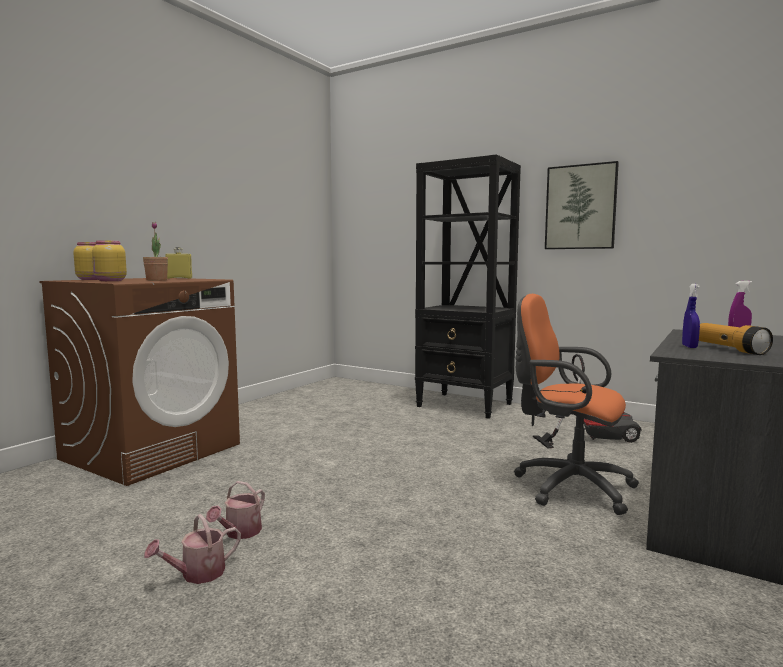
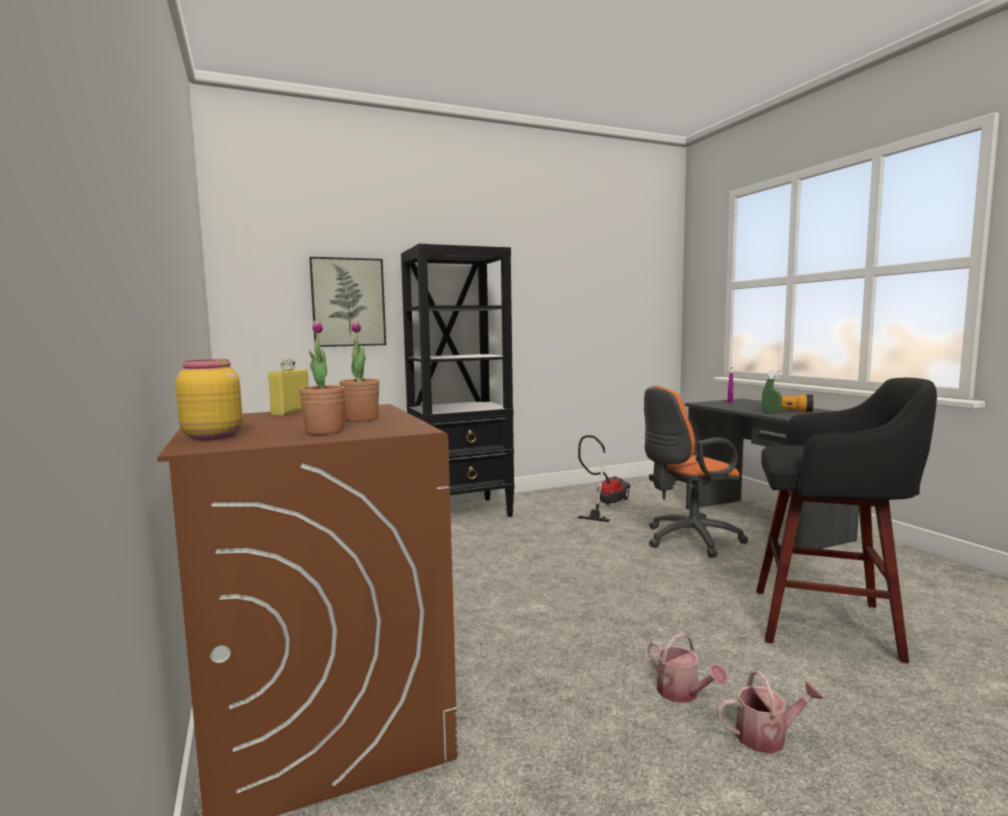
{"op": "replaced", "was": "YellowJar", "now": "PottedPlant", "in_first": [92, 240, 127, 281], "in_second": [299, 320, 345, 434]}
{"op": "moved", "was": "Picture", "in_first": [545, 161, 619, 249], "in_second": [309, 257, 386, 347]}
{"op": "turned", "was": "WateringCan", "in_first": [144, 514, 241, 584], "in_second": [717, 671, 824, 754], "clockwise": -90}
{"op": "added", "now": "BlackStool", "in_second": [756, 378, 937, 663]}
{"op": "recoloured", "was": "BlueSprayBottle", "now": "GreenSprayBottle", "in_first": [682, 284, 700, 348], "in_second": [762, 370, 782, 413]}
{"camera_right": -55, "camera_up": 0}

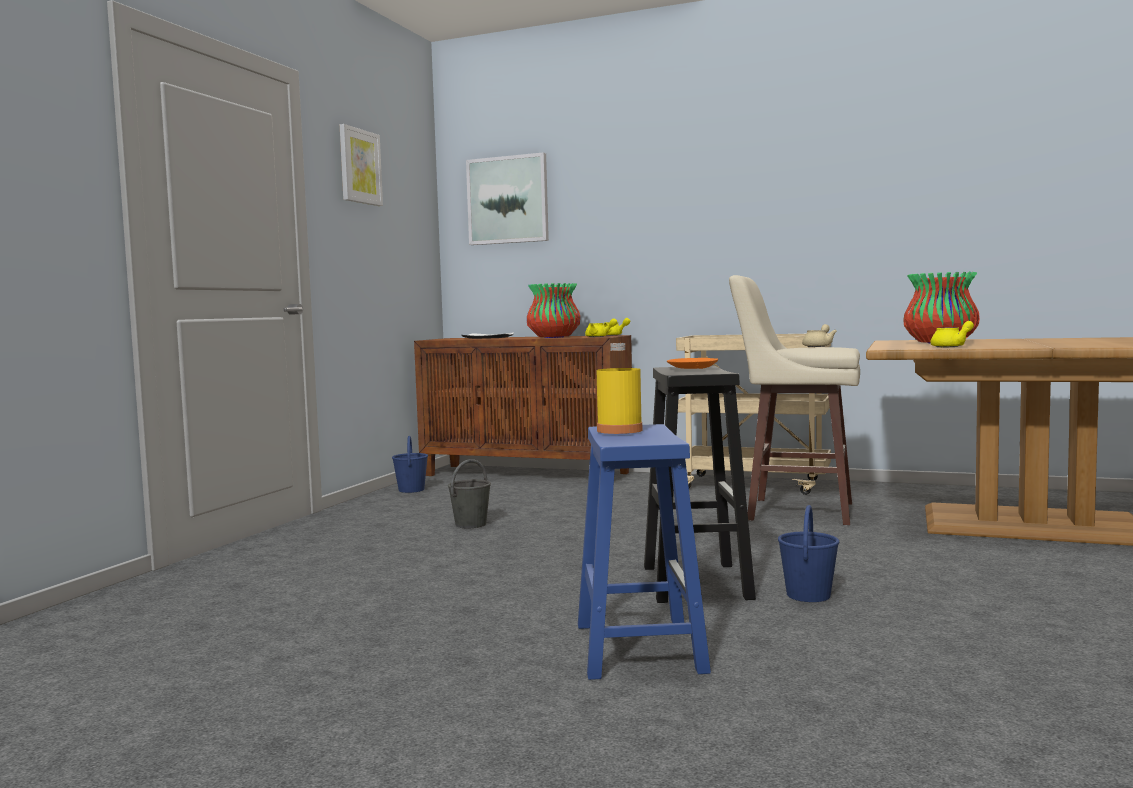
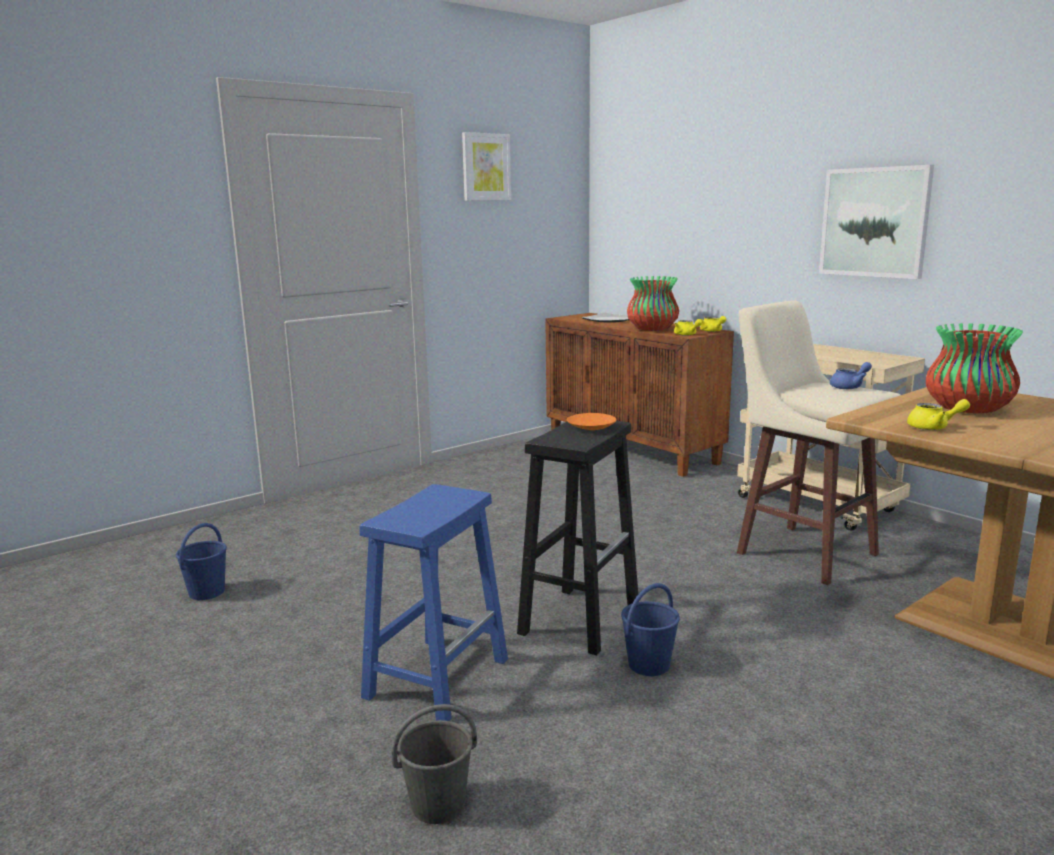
{"op": "moved", "was": "BlueBucket", "in_first": [392, 436, 428, 493], "in_second": [176, 523, 227, 600]}
{"op": "moved", "was": "GreyBucket", "in_first": [448, 459, 491, 528], "in_second": [391, 704, 477, 824]}
{"op": "moved", "was": "Picture", "in_first": [466, 152, 549, 245], "in_second": [819, 165, 934, 279]}
{"op": "recoloured", "was": "BeigeTeapot", "now": "BlueTeapot", "in_first": [802, 324, 837, 347], "in_second": [830, 362, 872, 389]}
{"op": "removed", "was": "YellowBottle", "in_first": [596, 343, 643, 434]}
{"camera_right": 30, "camera_up": 10}

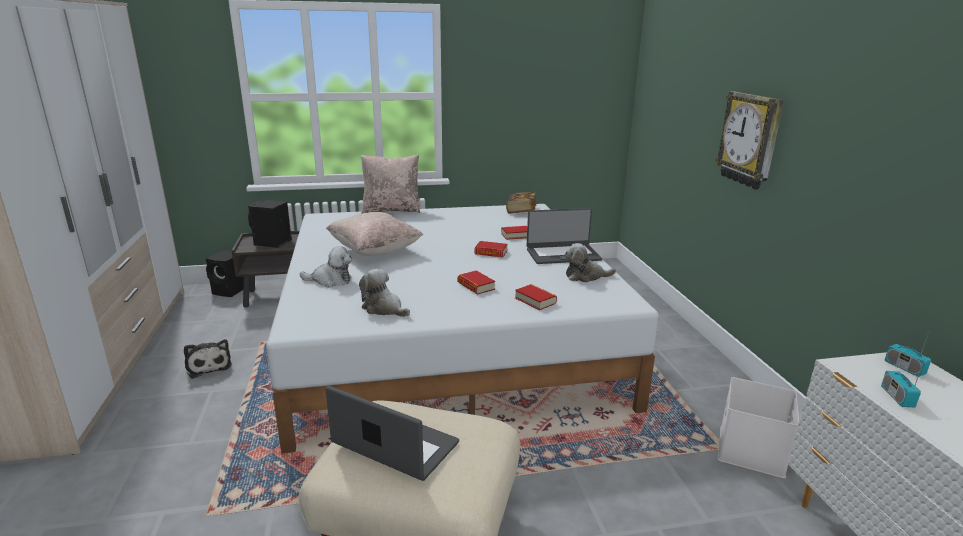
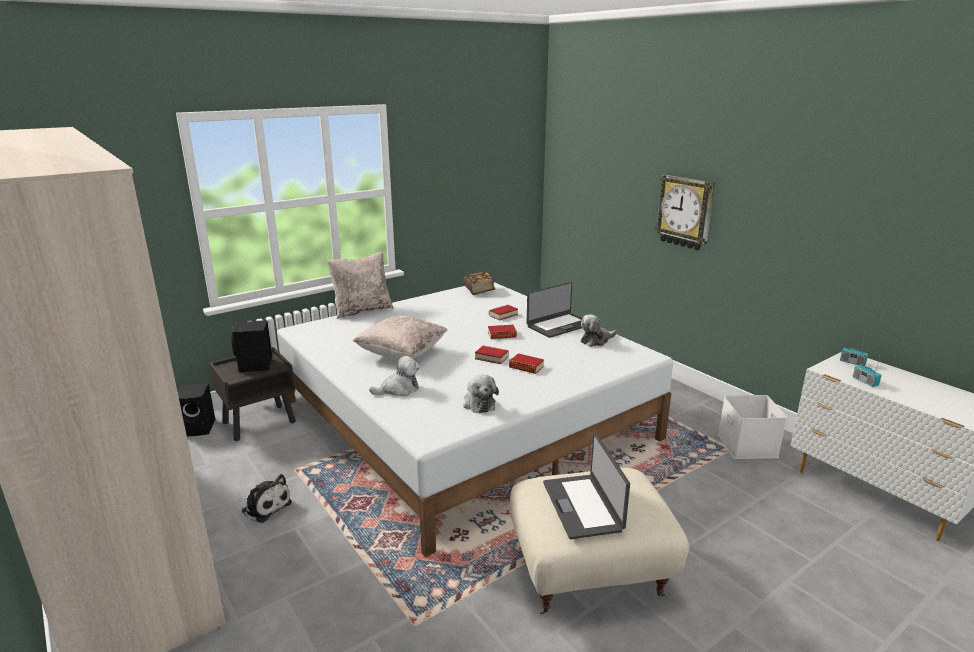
{"op": "turned", "was": "PlushToy", "in_first": [359, 269, 410, 317], "in_second": [463, 375, 499, 413], "clockwise": -120}
{"op": "moved", "was": "Book", "in_first": [515, 284, 557, 310], "in_second": [475, 346, 509, 364]}
{"op": "turned", "was": "Laptop", "in_first": [326, 386, 459, 481], "in_second": [543, 433, 630, 539], "clockwise": -105}
{"camera_right": -25, "camera_up": 0}

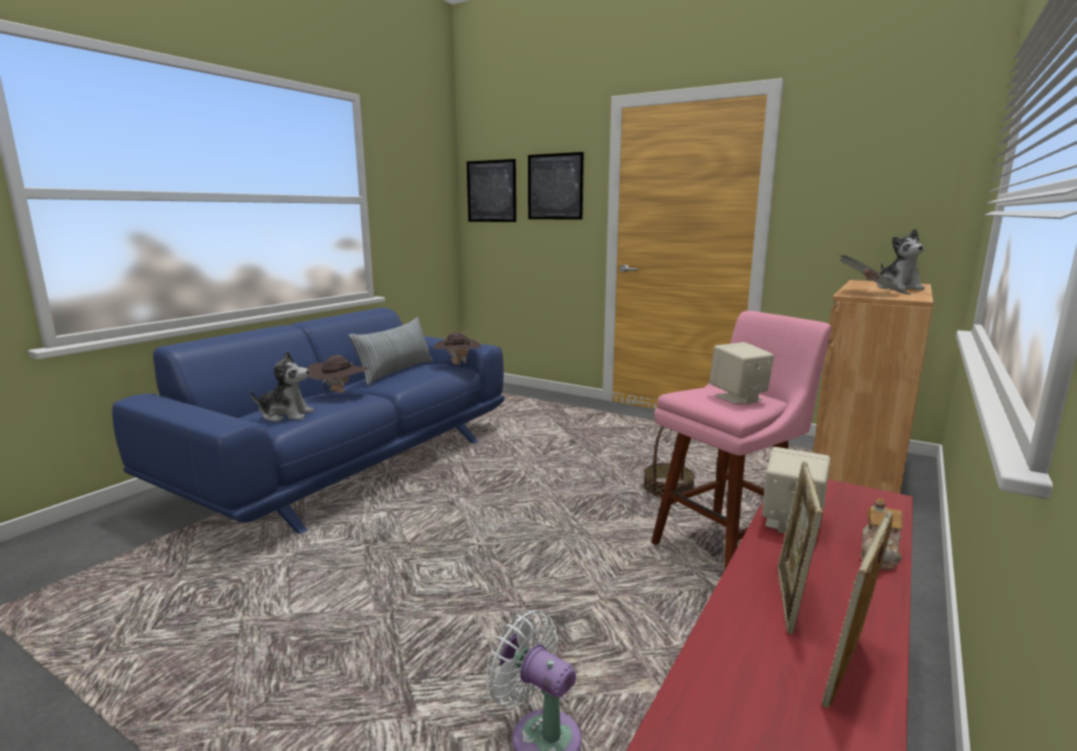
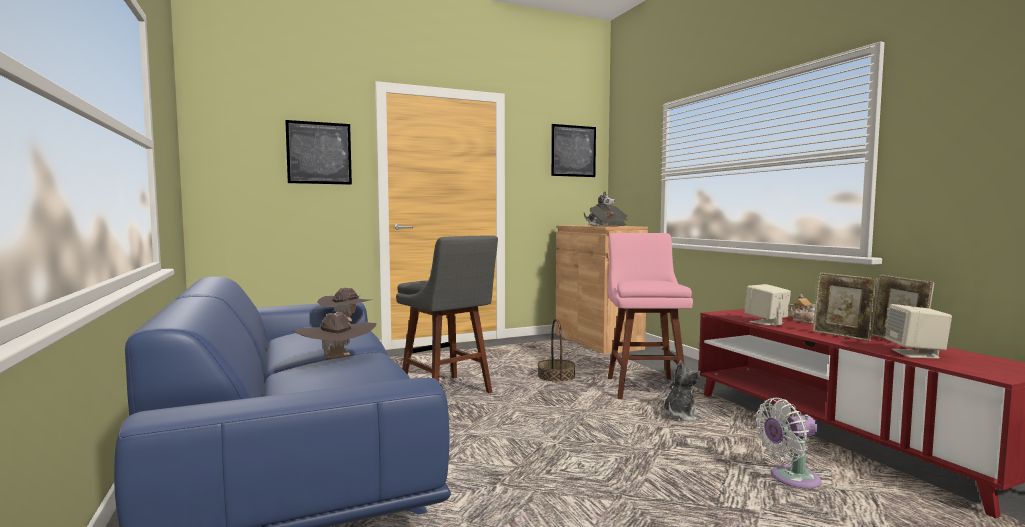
{"op": "added", "now": "GreyStool", "in_second": [396, 235, 498, 393]}
{"op": "moved", "was": "Picture", "in_first": [467, 159, 516, 222], "in_second": [551, 124, 596, 177]}
{"op": "moved", "was": "PlushToy", "in_first": [250, 351, 314, 422], "in_second": [662, 361, 701, 421]}
{"op": "moved", "was": "BeigeSpeaker", "in_first": [709, 342, 774, 404], "in_second": [885, 304, 952, 359]}
{"op": "removed", "was": "Pillow", "in_first": [349, 317, 433, 386]}
{"camera_right": -55, "camera_up": -10}

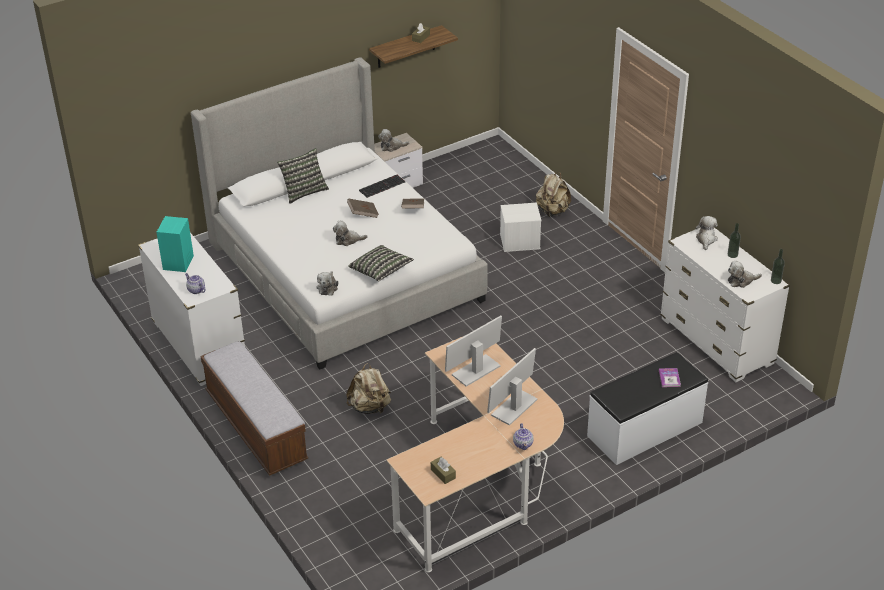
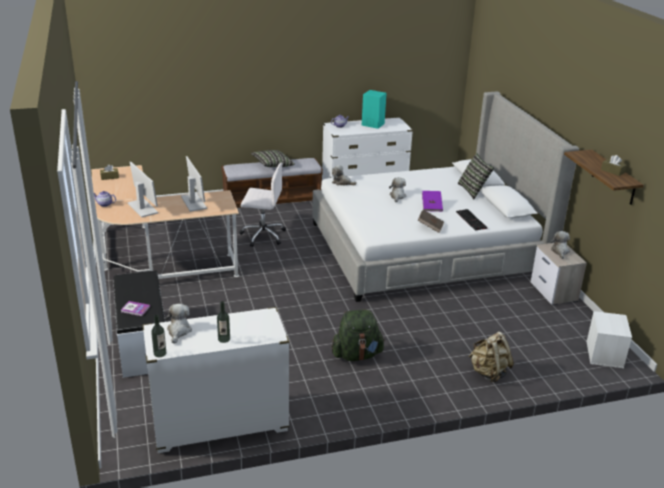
{"op": "replaced", "was": "BeigeBackpack", "now": "WhiteOfficeChair", "in_first": [346, 363, 391, 414], "in_second": [240, 163, 286, 247]}
{"op": "moved", "was": "Pillow", "in_first": [348, 245, 414, 281], "in_second": [251, 150, 295, 167]}
{"op": "added", "now": "GreenBackpack", "in_second": [331, 309, 385, 361]}
{"op": "recoloured", "was": "BrownBook", "now": "PurpleBook", "in_first": [347, 198, 379, 218], "in_second": [422, 191, 443, 212]}
{"op": "moved", "was": "WhiteStorageBox", "in_first": [500, 203, 542, 252], "in_second": [586, 311, 632, 368]}
{"op": "removed", "was": "PlushToy", "in_first": [695, 216, 718, 250]}
{"camera_right": 105, "camera_up": -10}

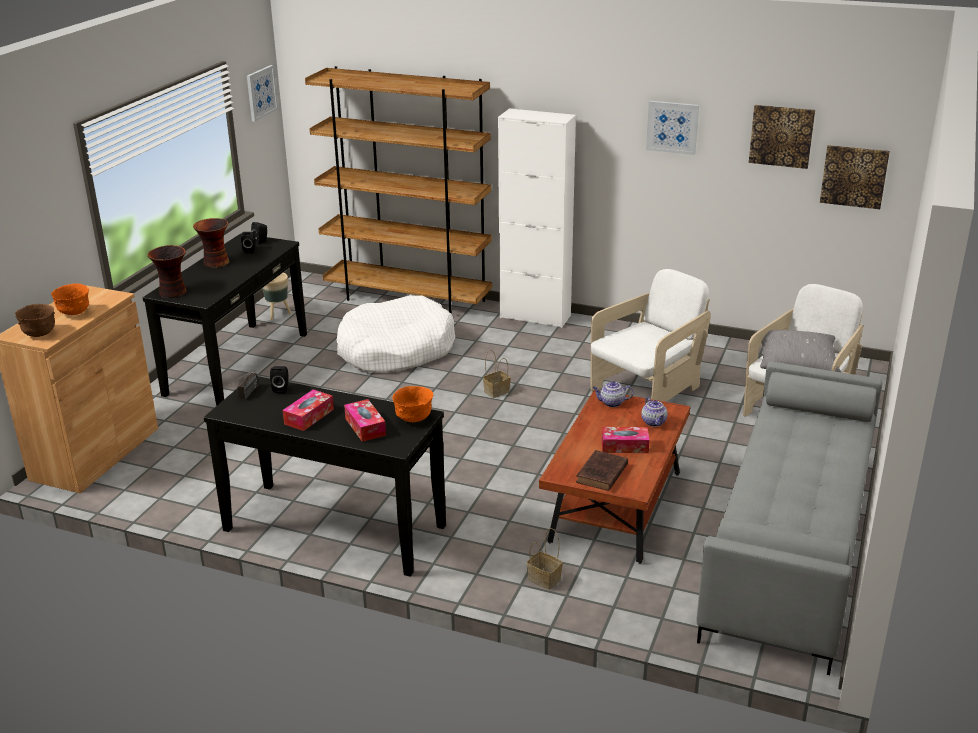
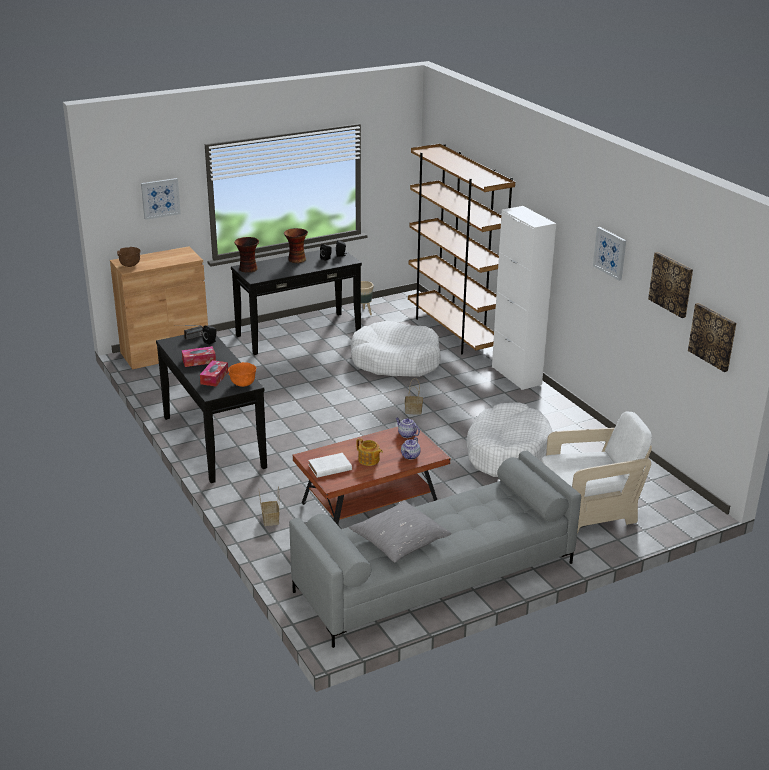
{"op": "moved", "was": "Picture", "in_first": [247, 65, 278, 122], "in_second": [141, 178, 181, 220]}
{"op": "recoloured", "was": "BrownBook", "now": "WhiteBook", "in_first": [576, 450, 628, 491], "in_second": [308, 453, 352, 478]}
{"op": "moved", "was": "GreyPillow", "in_first": [758, 330, 841, 372], "in_second": [349, 500, 452, 563]}
{"op": "replaced", "was": "TissueBox", "now": "Teapot", "in_first": [601, 427, 650, 453], "in_second": [356, 438, 383, 466]}
{"op": "replaced", "was": "WhiteArmchair", "now": "WhiteDogBed", "in_first": [591, 269, 711, 402], "in_second": [466, 403, 553, 477]}
{"op": "removed", "was": "OrangeBowl", "in_first": [51, 283, 89, 315]}
{"camera_right": 40, "camera_up": 0}

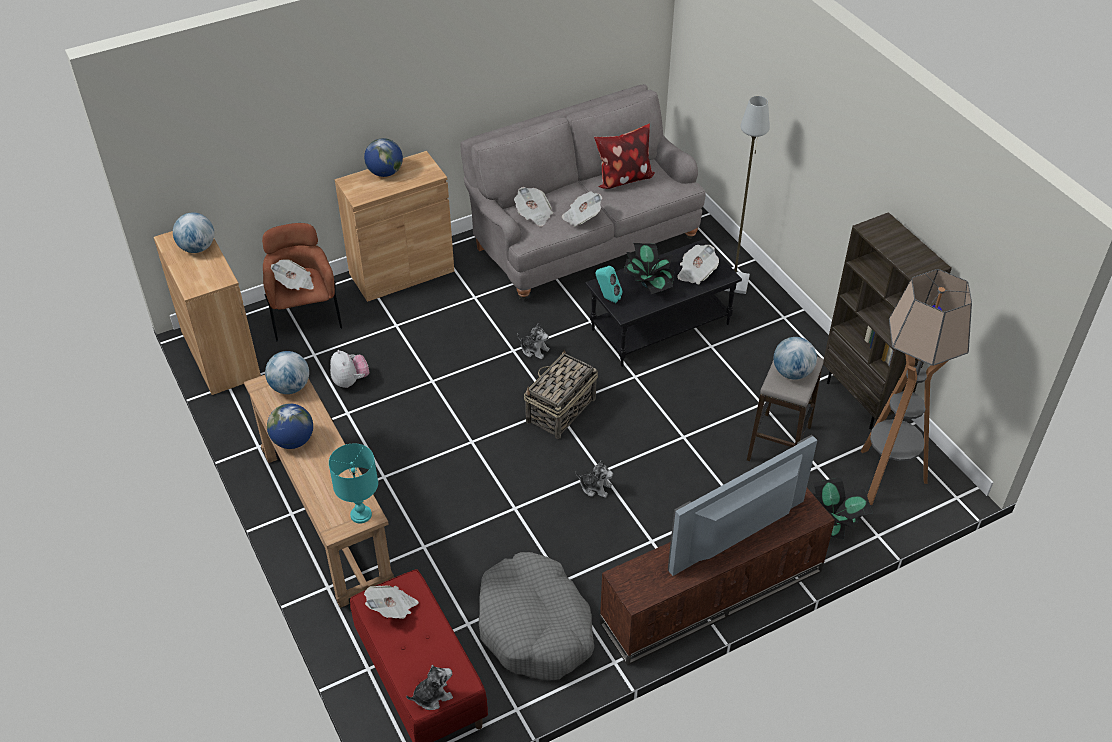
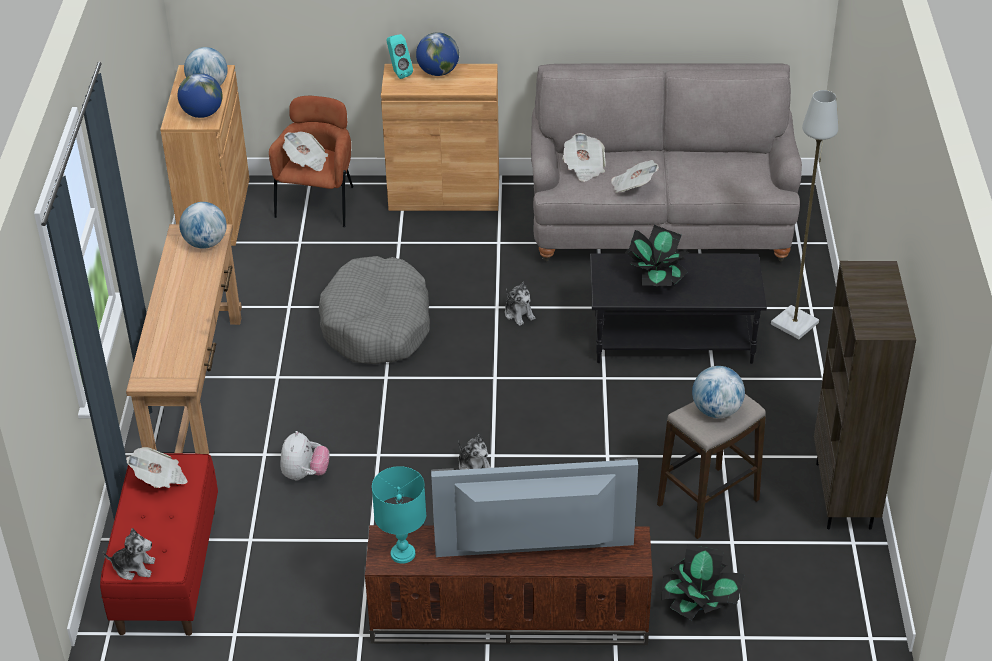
{"op": "moved", "was": "Globe", "in_first": [267, 404, 313, 449], "in_second": [178, 73, 223, 118]}
{"op": "moved", "was": "PlushToy", "in_first": [330, 350, 370, 388], "in_second": [280, 431, 329, 480]}
{"op": "moved", "was": "GreyDogBed", "in_first": [479, 552, 594, 680], "in_second": [318, 256, 430, 364]}
{"op": "moved", "was": "TurquoiseTableLamp", "in_first": [329, 443, 378, 524], "in_second": [372, 466, 426, 564]}
{"op": "moved", "was": "TurquoiseSpeaker", "in_first": [596, 266, 622, 303], "in_second": [386, 34, 413, 79]}
{"op": "removed", "was": "Basket", "in_first": [524, 350, 598, 439]}
{"op": "removed", "was": "Pillow", "in_first": [594, 124, 655, 189]}
{"op": "removed", "was": "Newspaper", "in_first": [677, 245, 719, 284]}
{"op": "removed", "was": "FloorLamp", "in_first": [861, 269, 972, 505]}
{"camera_right": 30, "camera_up": -5}

